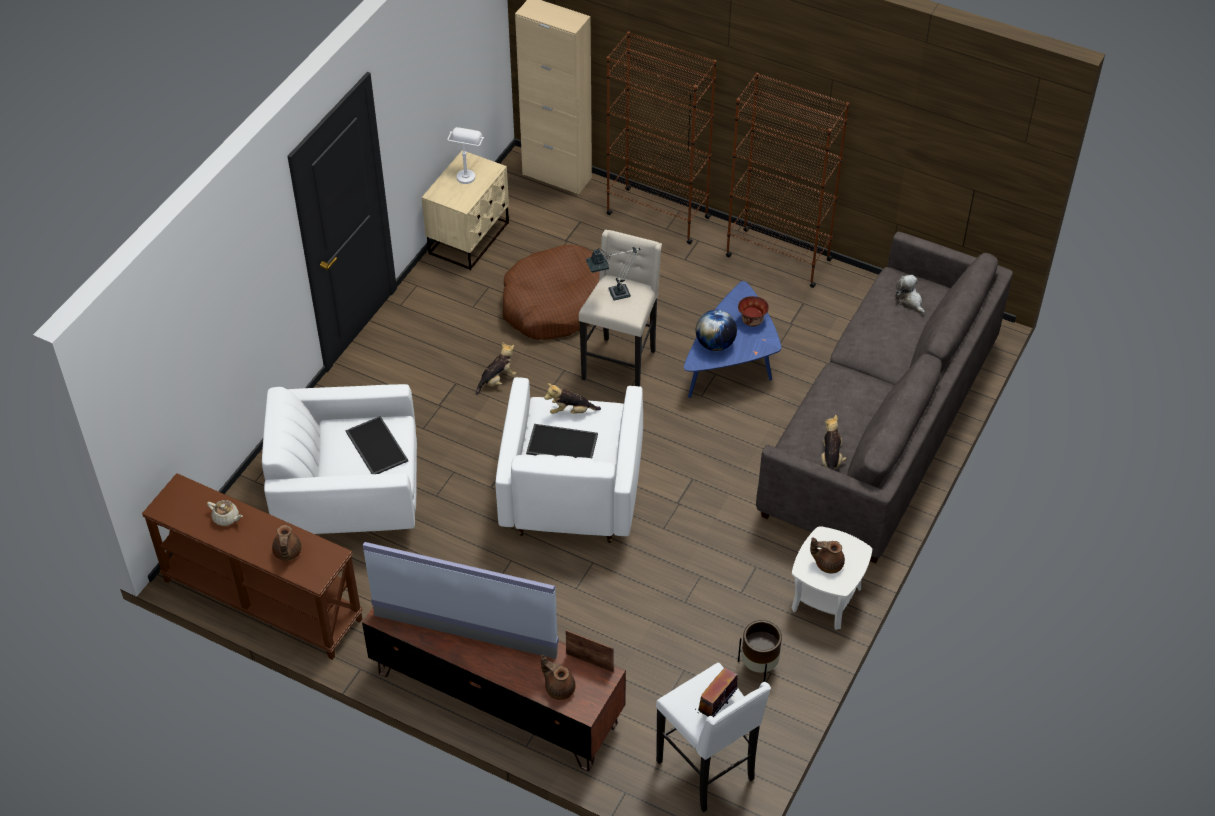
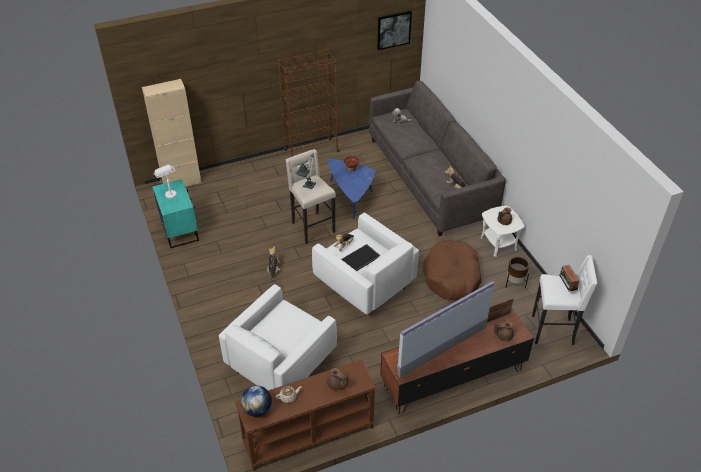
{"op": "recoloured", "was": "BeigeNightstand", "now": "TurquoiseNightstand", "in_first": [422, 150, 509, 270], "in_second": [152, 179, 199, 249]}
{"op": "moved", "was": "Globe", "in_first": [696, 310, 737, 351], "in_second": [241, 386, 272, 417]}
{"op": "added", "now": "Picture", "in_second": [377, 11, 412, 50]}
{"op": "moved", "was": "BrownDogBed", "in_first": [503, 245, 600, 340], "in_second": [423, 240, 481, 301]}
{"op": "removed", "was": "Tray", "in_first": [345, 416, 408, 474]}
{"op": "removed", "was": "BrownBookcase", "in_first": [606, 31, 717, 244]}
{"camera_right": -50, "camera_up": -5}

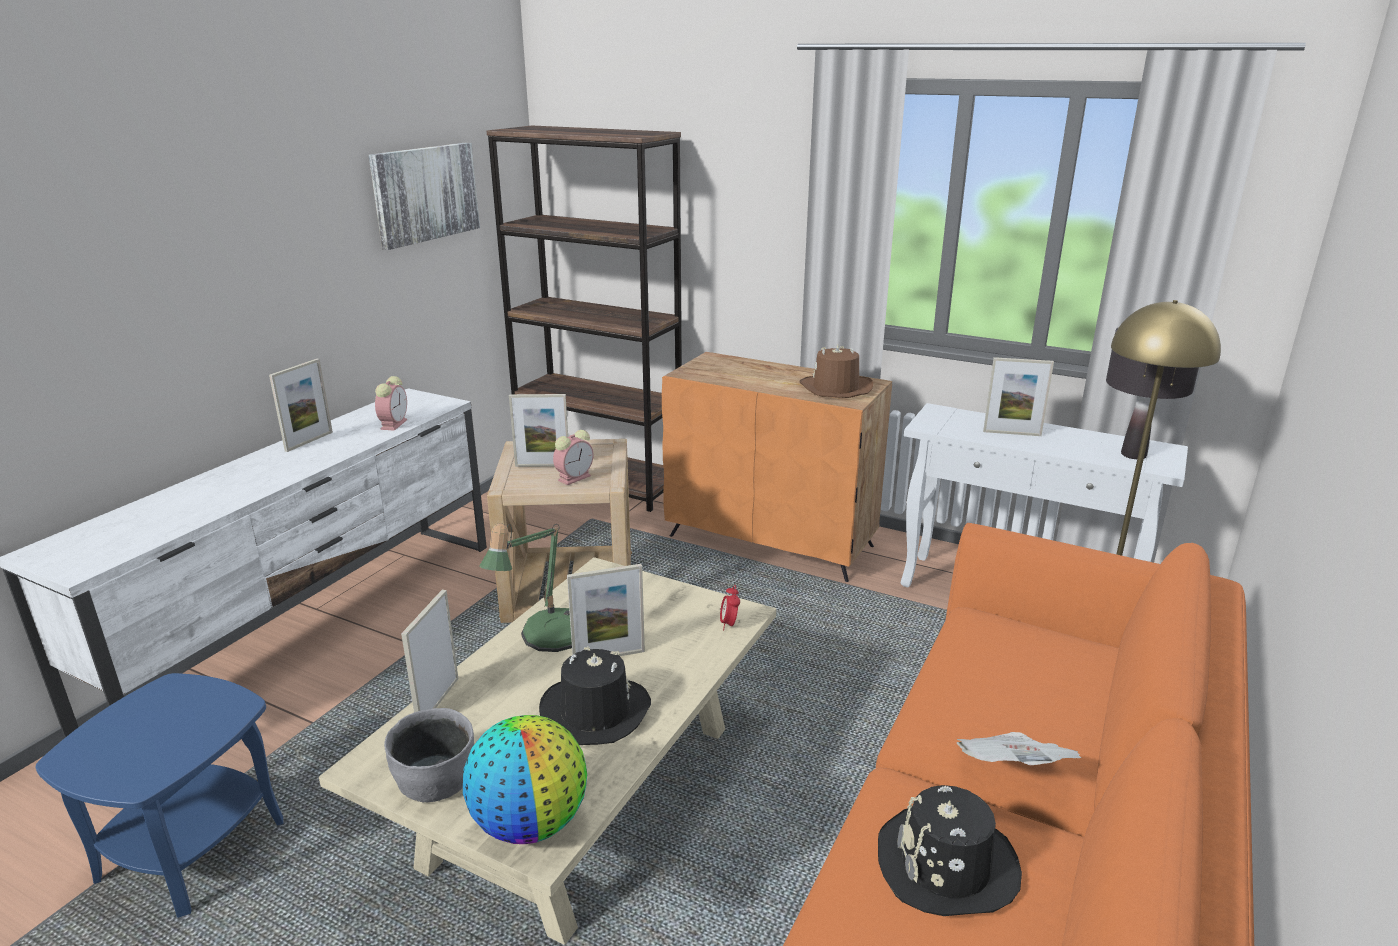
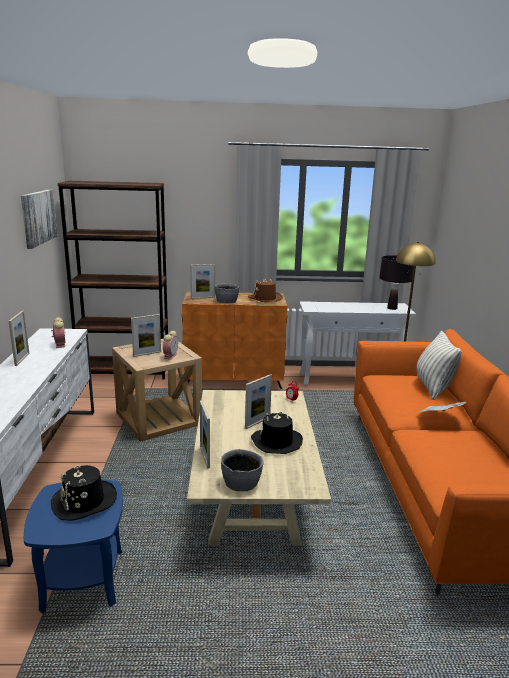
{"op": "moved", "was": "BlackHat", "in_first": [878, 785, 1022, 916], "in_second": [51, 465, 117, 520]}
{"op": "moved", "was": "PictureFrame", "in_first": [983, 357, 1054, 436], "in_second": [190, 264, 215, 299]}
{"op": "added", "now": "GreyBowl", "in_second": [215, 283, 239, 303]}
{"op": "added", "now": "Pillow", "in_second": [416, 331, 462, 400]}
{"op": "removed", "was": "Globe", "in_first": [463, 715, 587, 844]}
{"op": "removed", "was": "TableLamp", "in_first": [479, 523, 572, 652]}
{"camera_right": -30, "camera_up": -5}

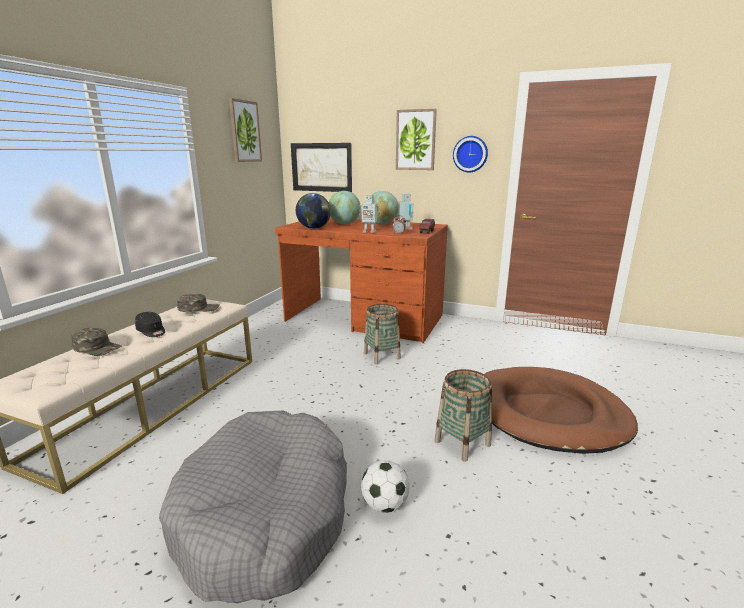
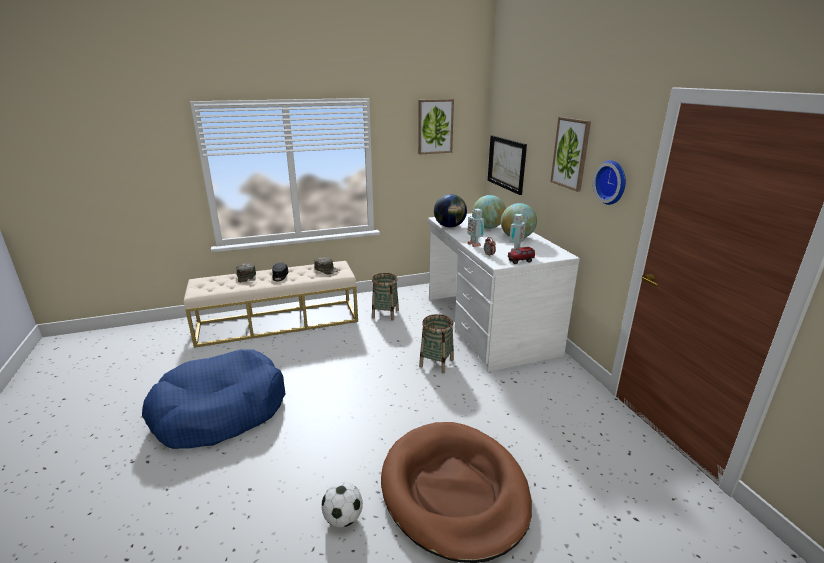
{"op": "recoloured", "was": "GreyDogBed", "now": "BlueDogBed", "in_first": [159, 411, 347, 603], "in_second": [142, 349, 285, 449]}
{"op": "moved", "was": "Football", "in_first": [361, 460, 409, 513], "in_second": [322, 482, 363, 527]}
{"op": "moved", "was": "Basket", "in_first": [434, 369, 492, 462], "in_second": [372, 273, 399, 321]}
{"op": "recoloured", "was": "BrownDesk", "now": "WhiteDesk", "in_first": [275, 218, 448, 343], "in_second": [428, 213, 580, 372]}
{"camera_right": 50, "camera_up": 5}

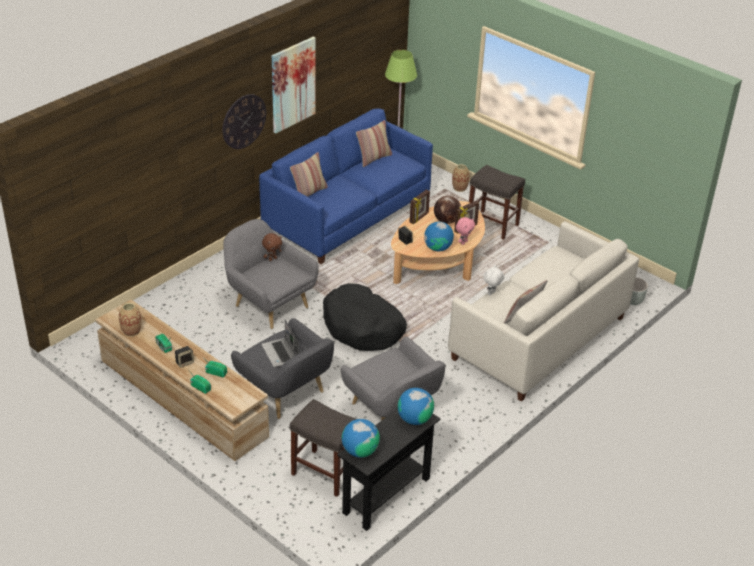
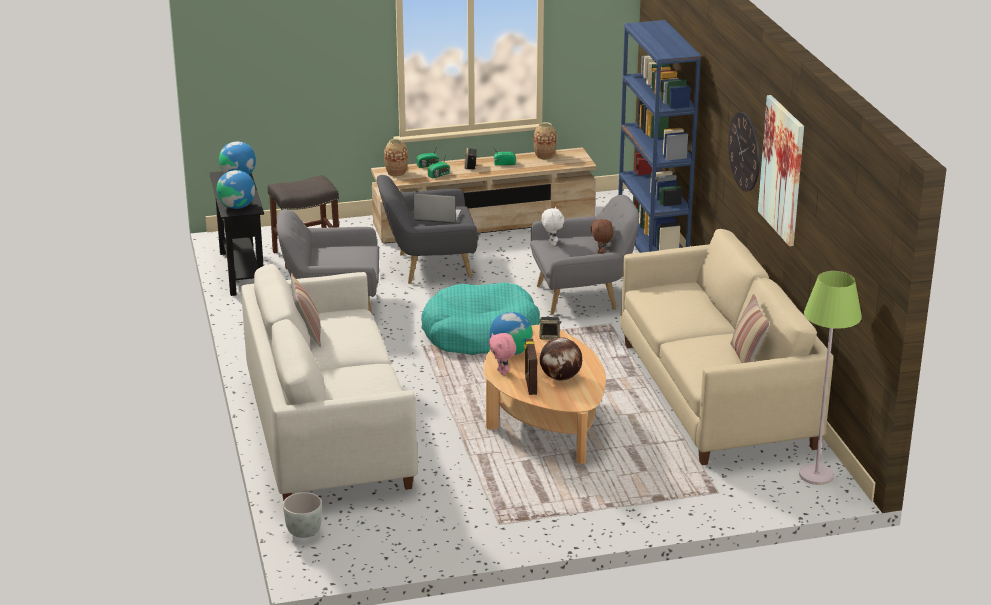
{"op": "moved", "was": "Vase", "in_first": [452, 164, 470, 192], "in_second": [384, 139, 408, 177]}
{"op": "recoloured", "was": "BlackDogBed", "now": "TurquoiseDogBed", "in_first": [323, 283, 407, 351], "in_second": [421, 282, 540, 355]}
{"op": "moved", "was": "WhitePlushToy", "in_first": [483, 265, 504, 296], "in_second": [541, 207, 564, 246]}
{"op": "added", "now": "BlueBookcase", "in_second": [618, 20, 701, 253]}
{"op": "recoloured", "was": "BlueSofa", "now": "BeigeSofa", "in_first": [259, 109, 433, 264], "in_second": [620, 229, 834, 465]}
{"op": "removed", "was": "Pillow", "in_first": [290, 152, 328, 197]}
{"op": "removed", "was": "PictureFrame", "in_first": [409, 190, 430, 224]}
{"op": "removed", "was": "GreyStool", "in_first": [469, 165, 525, 240]}
{"camera_right": 125, "camera_up": -10}

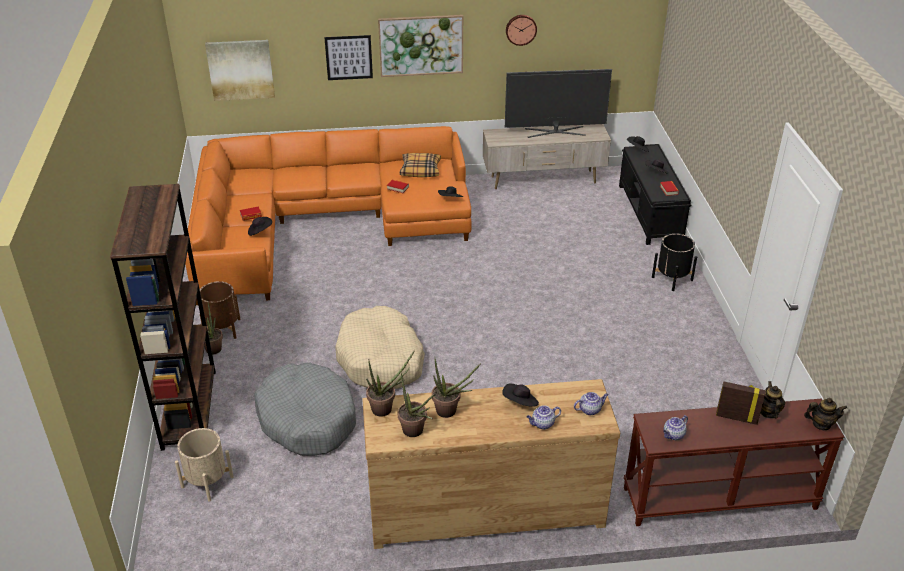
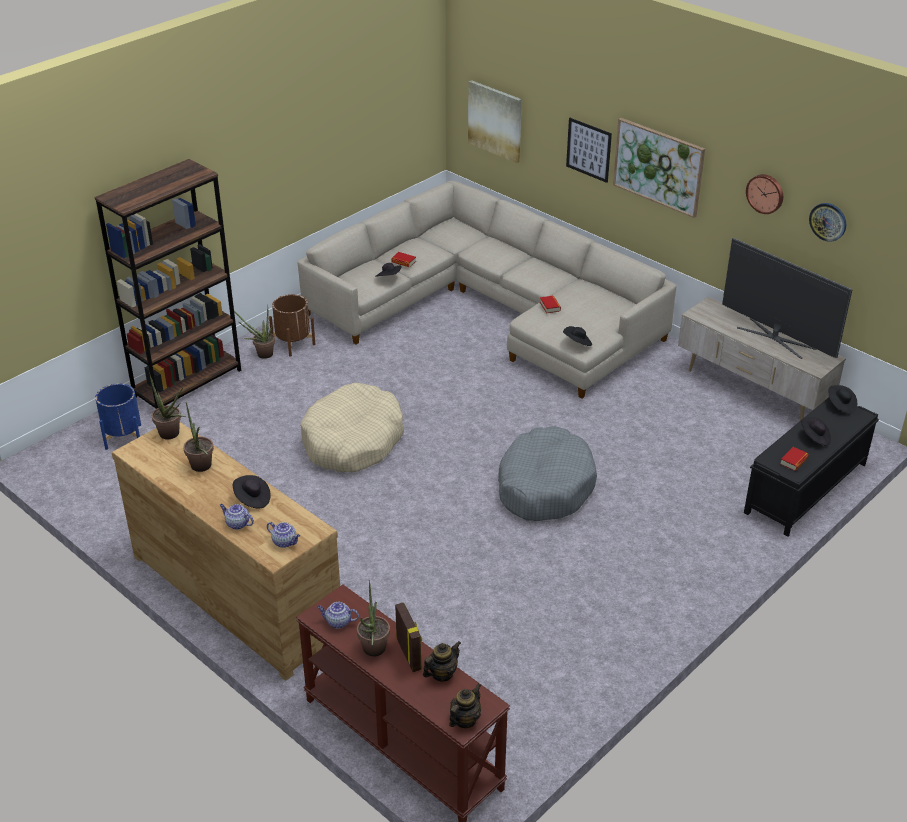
{"op": "recoloured", "was": "BeigePlanter", "now": "BluePlanter", "in_first": [175, 428, 234, 502], "in_second": [95, 383, 141, 450]}
{"op": "recoloured", "was": "OrangeSofa", "now": "BeigeSofa", "in_first": [185, 126, 472, 305], "in_second": [297, 181, 677, 399]}
{"op": "moved", "was": "PottedPlant", "in_first": [397, 372, 435, 437], "in_second": [357, 580, 390, 657]}
{"op": "turned", "was": "Teapot", "in_first": [804, 398, 847, 430], "in_second": [449, 684, 481, 728], "clockwise": -105}
{"op": "moved", "was": "GreyDogBed", "in_first": [254, 363, 356, 456], "in_second": [498, 426, 597, 521]}
{"op": "added", "now": "WallClock", "in_second": [809, 203, 846, 242]}
{"op": "removed", "was": "Pillow", "in_first": [400, 153, 441, 177]}
{"op": "removed", "was": "BlackPlanter", "in_first": [652, 234, 697, 291]}
{"camera_right": 50, "camera_up": 0}

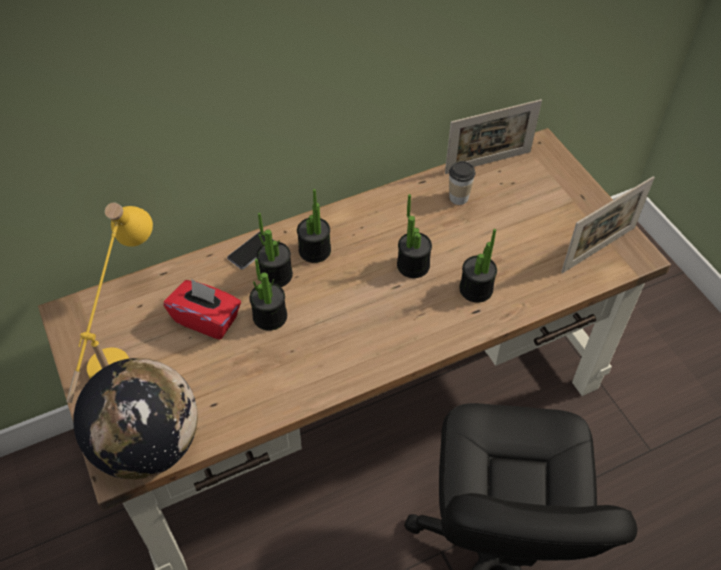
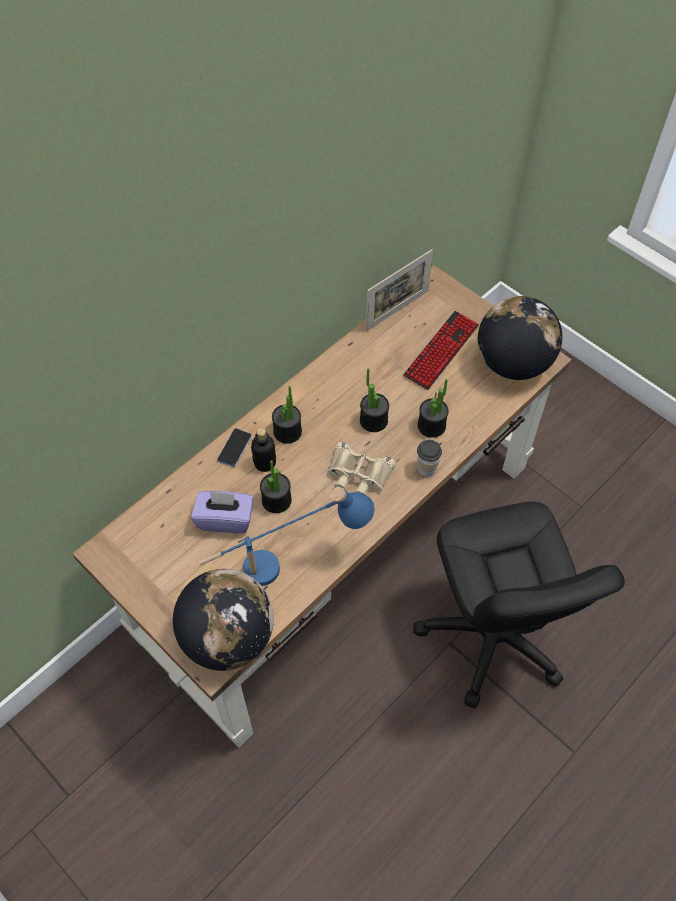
{"op": "recoloured", "was": "RedTissueBox", "now": "PurpleTissueBox", "in_first": [164, 279, 241, 340], "in_second": [191, 491, 254, 533]}
{"op": "added", "now": "BlueTableLamp", "in_second": [199, 487, 374, 586]}
{"op": "replaced", "was": "PottedPlant", "now": "Bottle", "in_first": [256, 213, 293, 287], "in_second": [251, 428, 276, 472]}
{"op": "added", "now": "BeigeBinoculars", "in_second": [328, 442, 396, 495]}
{"op": "added", "now": "Keyboard", "in_second": [403, 311, 479, 390]}
{"op": "moved", "was": "Cup", "in_first": [449, 161, 476, 205], "in_second": [417, 440, 442, 477]}
{"op": "replaced", "was": "PictureFrame", "now": "Globe", "in_first": [561, 176, 655, 273], "in_second": [478, 296, 563, 380]}
{"op": "removed", "was": "YellowTableLamp", "in_first": [66, 202, 153, 403]}
{"camera_right": -20, "camera_up": 5}

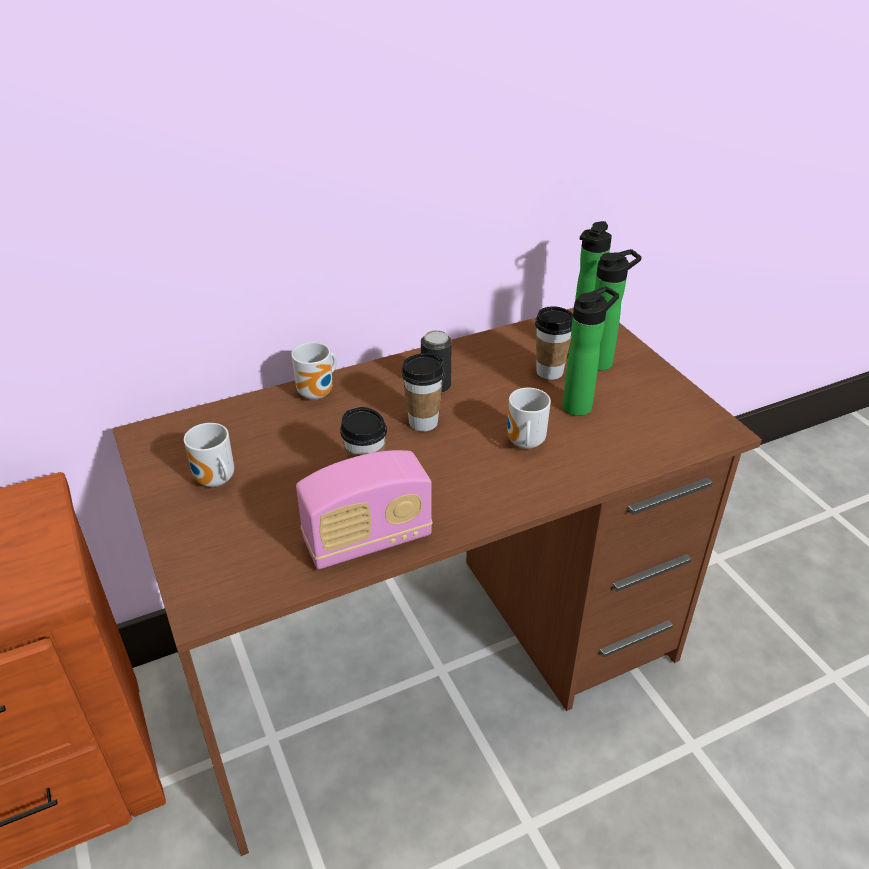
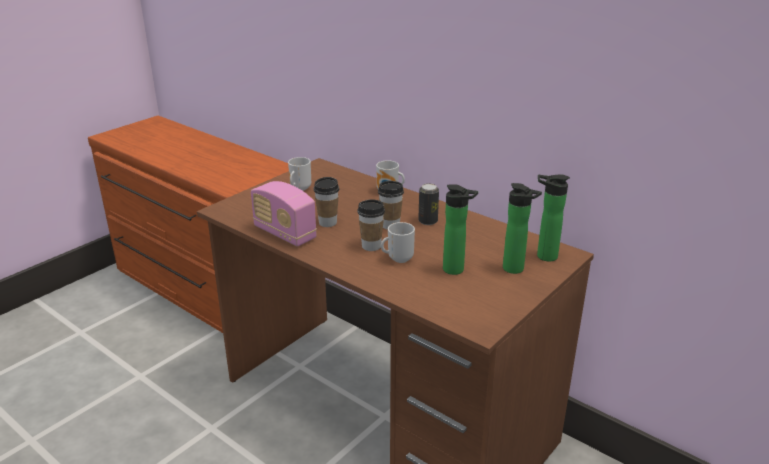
{"op": "moved", "was": "Cup", "in_first": [535, 306, 573, 380], "in_second": [357, 199, 385, 251]}
{"camera_right": 65, "camera_up": -10}

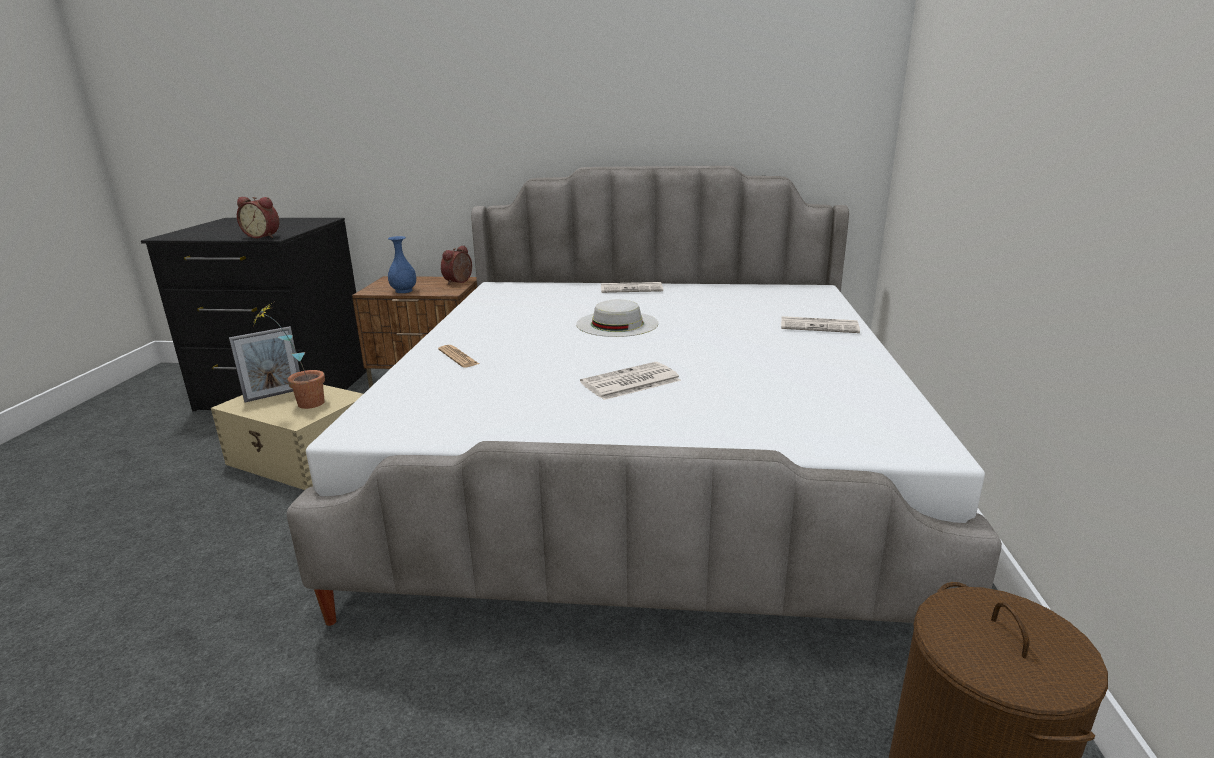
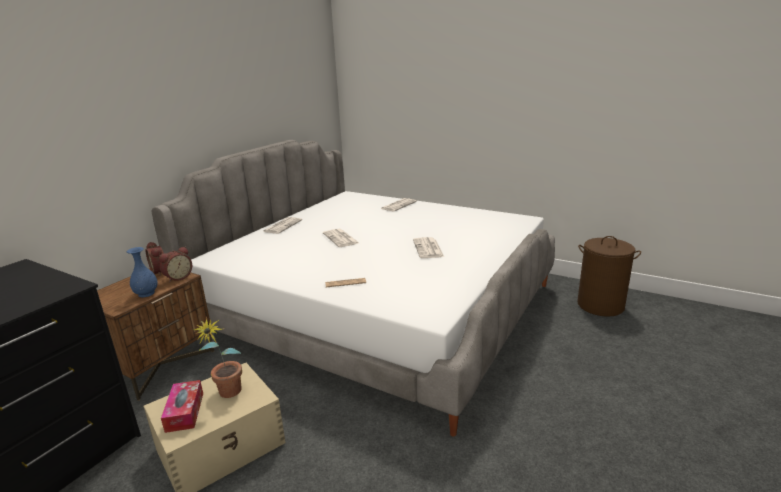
{"op": "moved", "was": "AlarmClock", "in_first": [237, 197, 279, 238], "in_second": [159, 247, 192, 283]}
{"op": "replaced", "was": "PictureFrame", "now": "TissueBox", "in_first": [229, 326, 300, 403], "in_second": [161, 380, 203, 433]}
{"op": "replaced", "was": "WhiteHat", "now": "Newspaper", "in_first": [576, 299, 659, 337], "in_second": [323, 229, 359, 247]}
{"camera_right": -65, "camera_up": 0}

